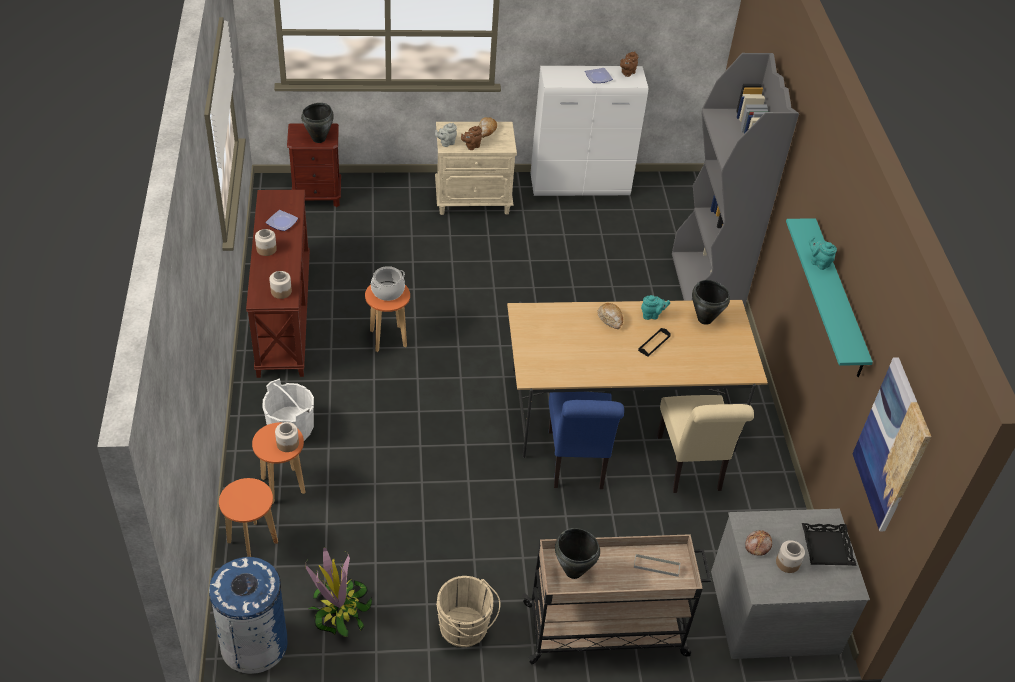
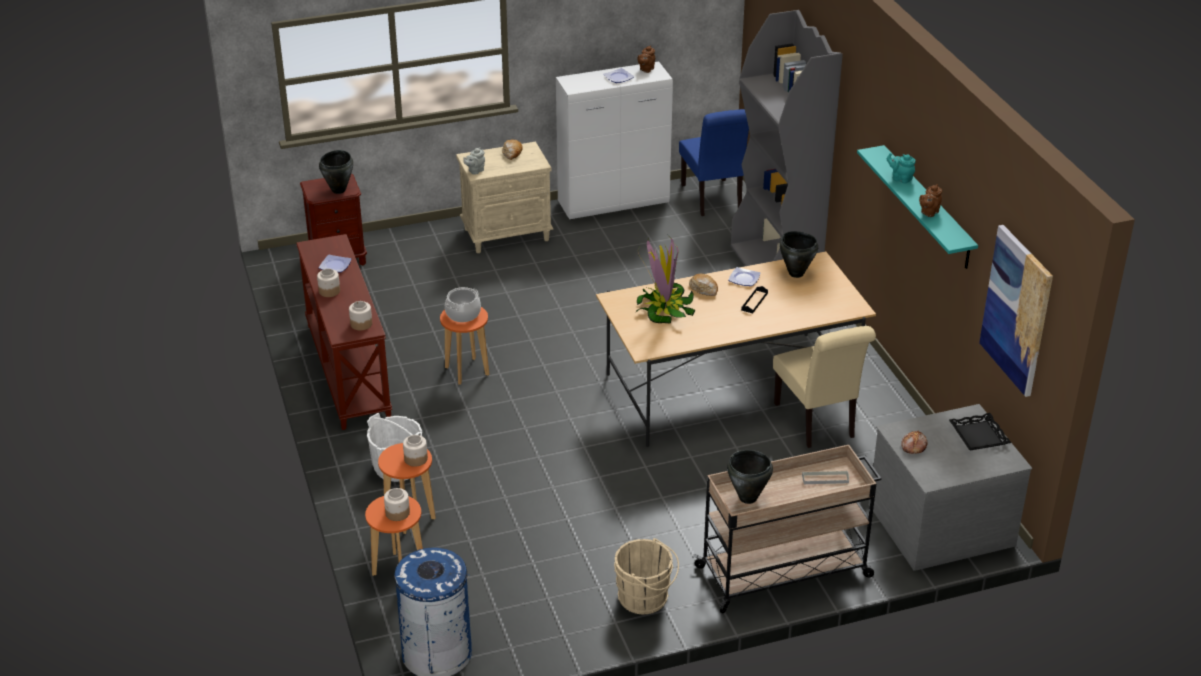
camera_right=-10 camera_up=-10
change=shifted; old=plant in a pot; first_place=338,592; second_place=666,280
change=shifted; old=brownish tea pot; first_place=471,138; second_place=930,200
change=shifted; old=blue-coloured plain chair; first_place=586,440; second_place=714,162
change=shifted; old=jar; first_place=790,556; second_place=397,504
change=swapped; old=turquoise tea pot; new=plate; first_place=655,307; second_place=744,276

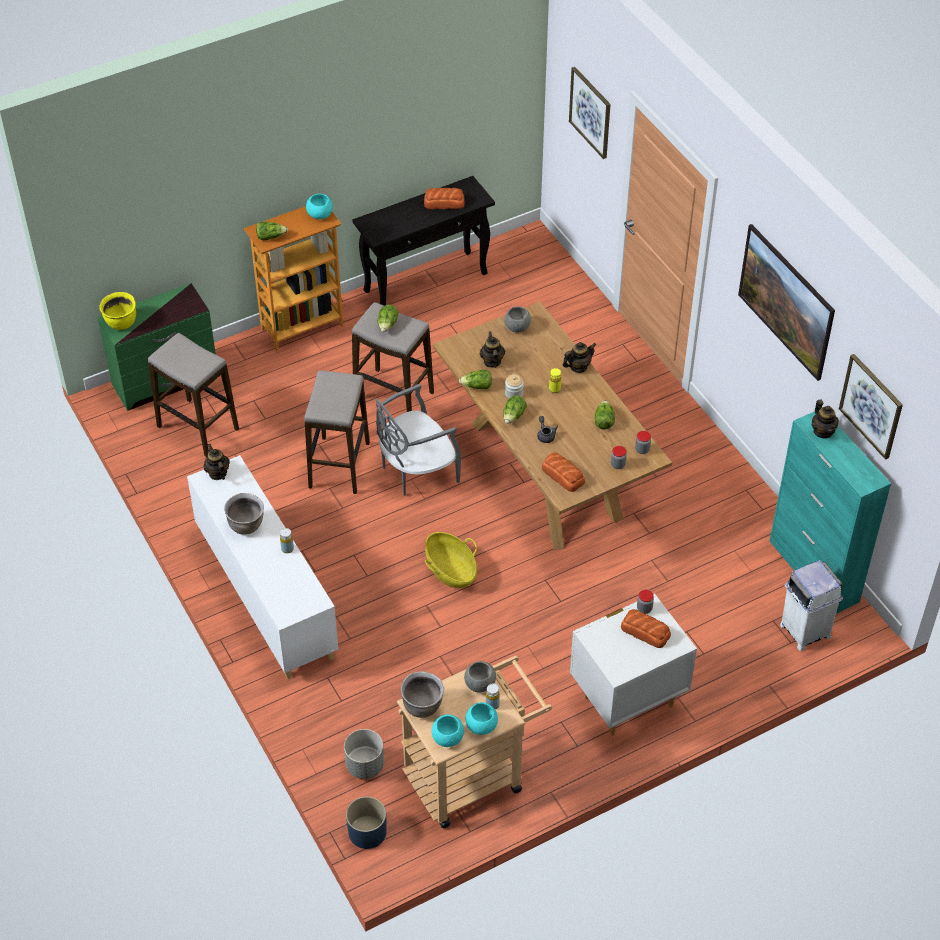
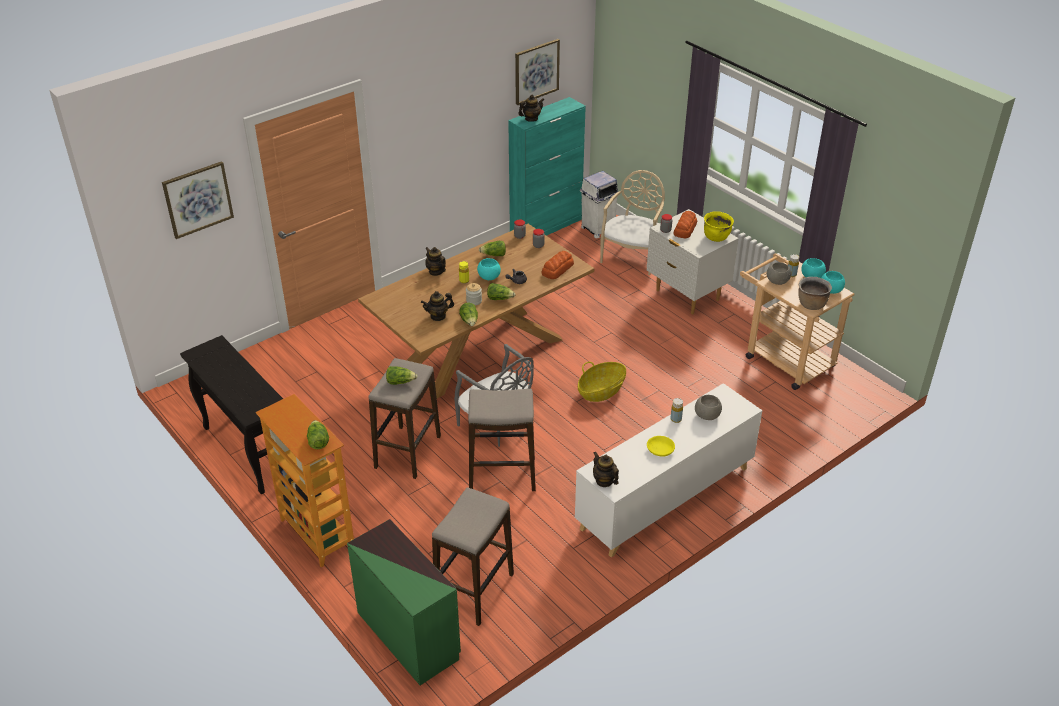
camera_right=-100 camera_up=-10
change=gone; old=gray planter; first_place=364,754
change=gone; old=blue-coloured planter; first_place=366,822
change=gone; old=bakery bread; first_place=444,198
change=gone; old=wall art; first_place=786,302
change=new; new=sand-coloured plain chair; second_place=632,222
change=shifted; old=yellow-coloured cooking pot; first_place=117,311; second_place=719,226
change=shifted; old=turquoise deep dish; first_place=319,206; second_place=489,269
change=shifted; old=gray deep dish; first_place=517,319; second_place=708,407
change=swapped; old=brownish cooking pot; new=yellow-coloured deep dish; first_place=244,514; second_place=661,446
change=rotated; old=tea pot; first_place=216,462; second_place=606,469; degrees=90

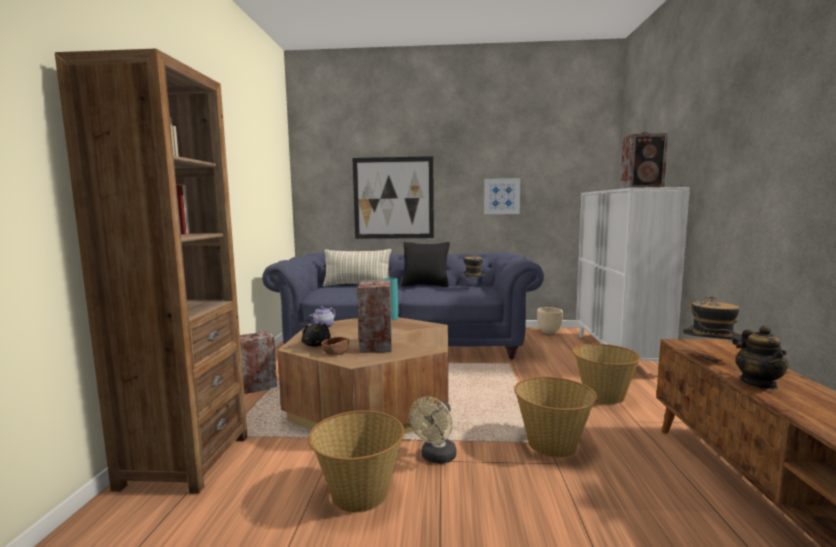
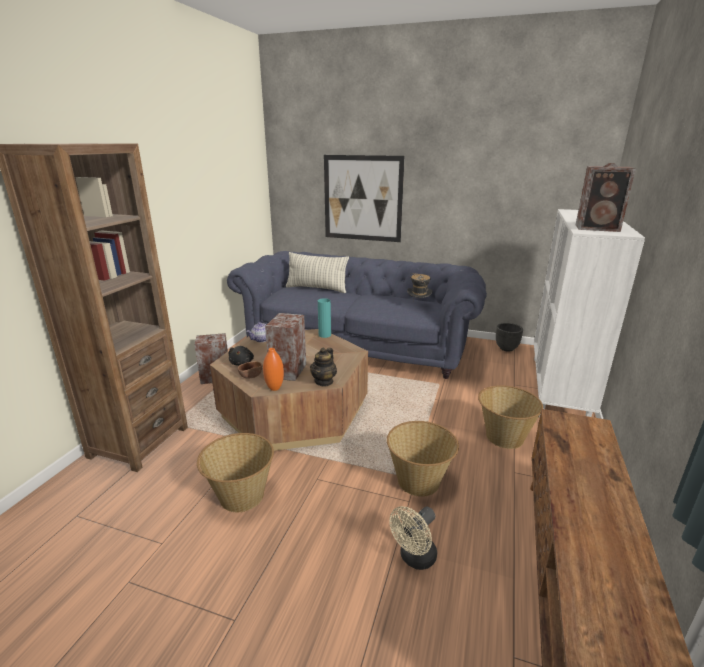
camera_right=15 camera_up=15
change=gone; old=black-coloured throw pillow; first_place=425,264
change=gone; old=wall art; first_place=502,196
change=gone; old=clothing hat; first_place=712,326
change=new; new=orange flower vase; second_place=273,369
change=shifted; old=sand-coloured cooling fan; first_place=433,430; second_place=413,538
change=shifted; old=tea pot; first_place=762,357; second_place=323,367
change=repainted; old=sand-coloured planter; new=black-coloured planter; first_place=550,320; second_place=509,337

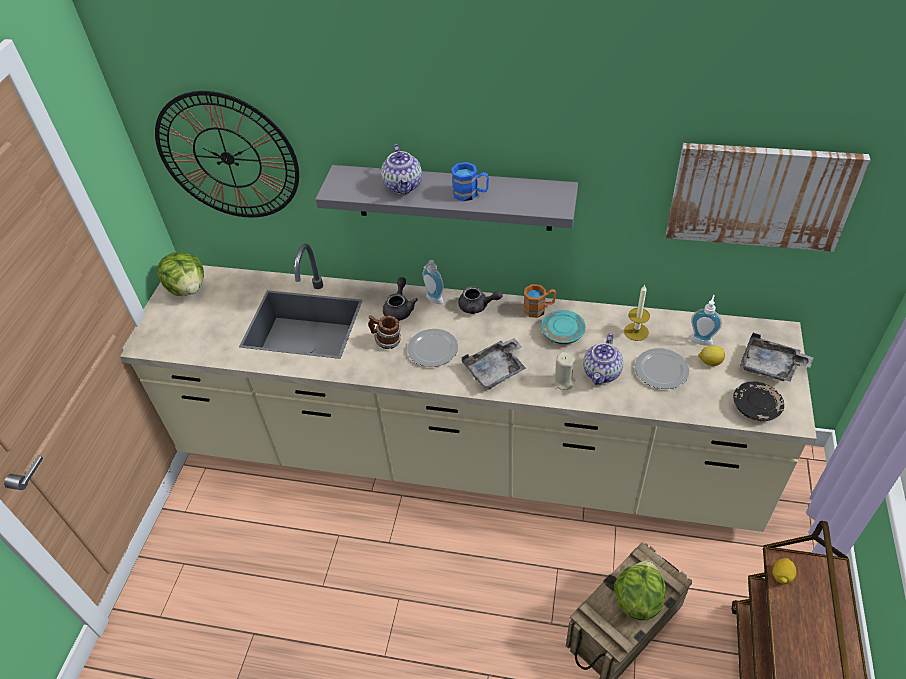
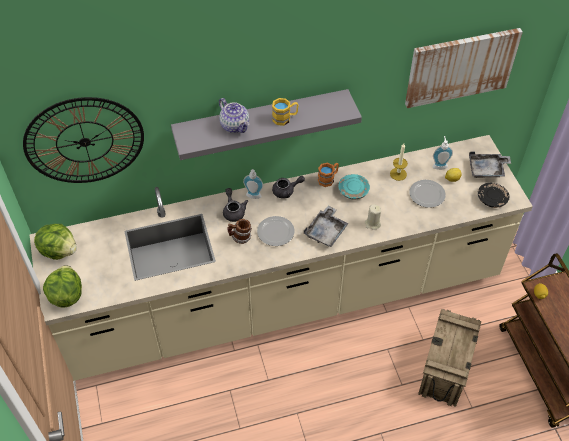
camera_right=-30 camera_up=5
change=gone; old=tea pot; first_place=603,359
change=shifted; old=lettuce head; first_place=640,590; second_place=62,286
change=repainted; old=blue-coloured mug; new=yellow-coloured mug; first_place=470,181; second_place=285,112

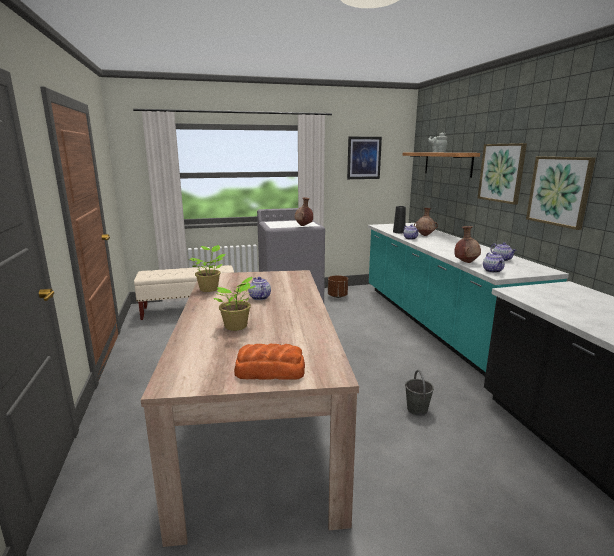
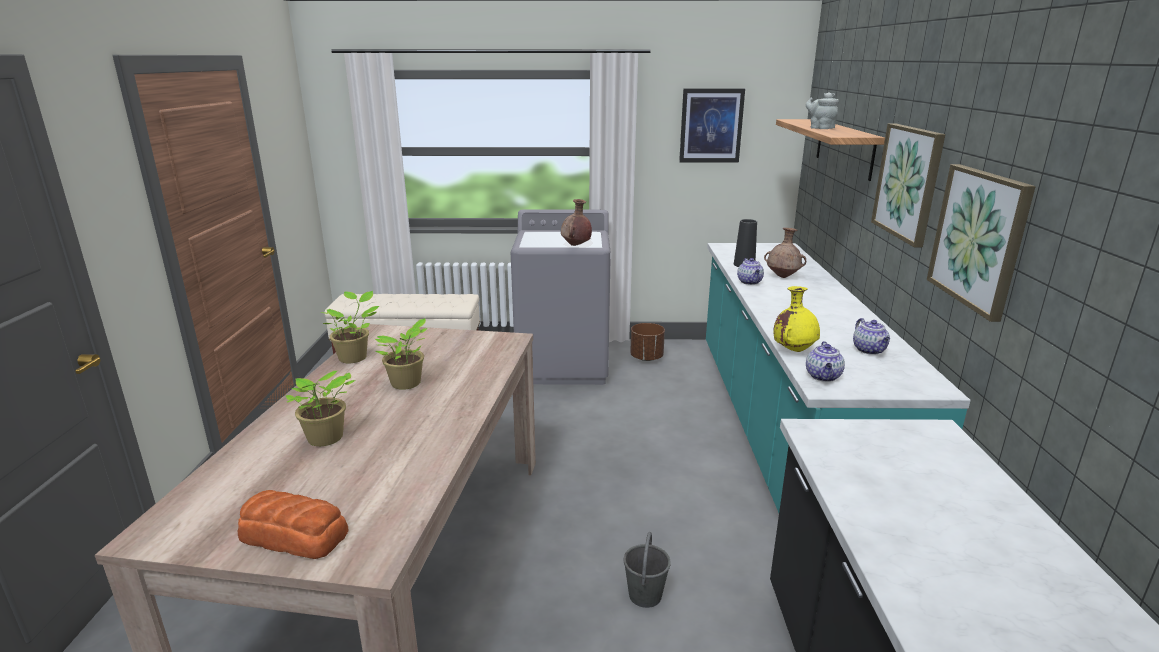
camera_right=15 camera_up=5
change=swapped; old=tea pot; new=plant in a pot; first_place=259,288; second_place=401,354
change=repainted; old=brownish flower vase; new=yellow-coloured flower vase; first_place=467,244; second_place=796,319

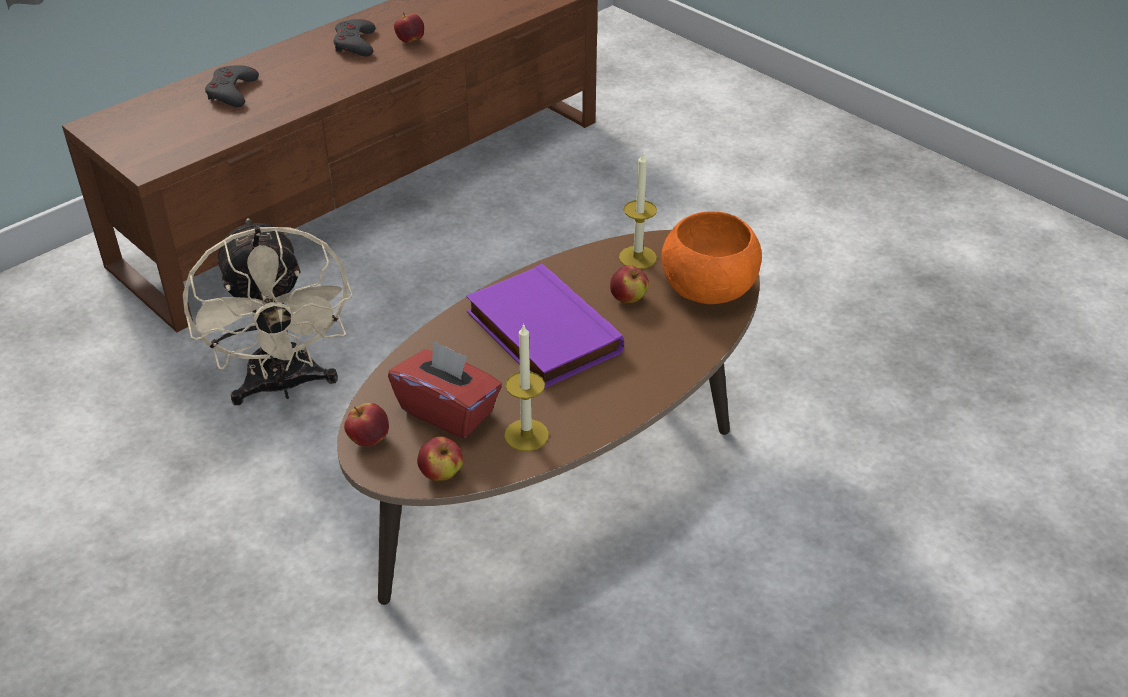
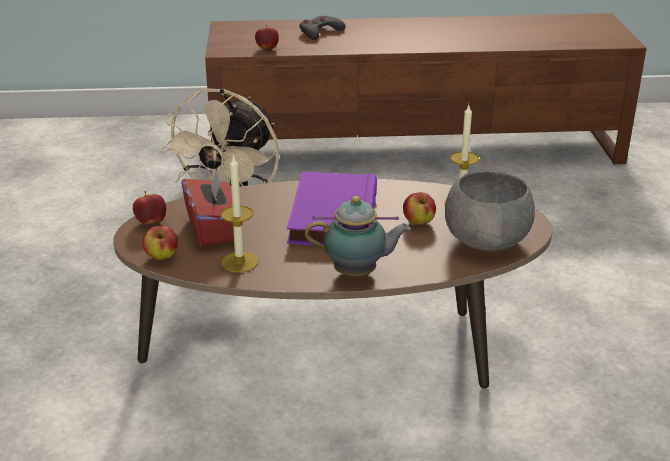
camera_right=40 camera_up=-10
change=gone; old=gray game controller; first_place=354,38
change=new; new=tea pot; second_place=358,236
change=shifted; old=apple; first_place=409,27; second_place=267,37
change=repainted; old=orange deep dish; new=gray deep dish; first_place=712,257; second_place=490,211

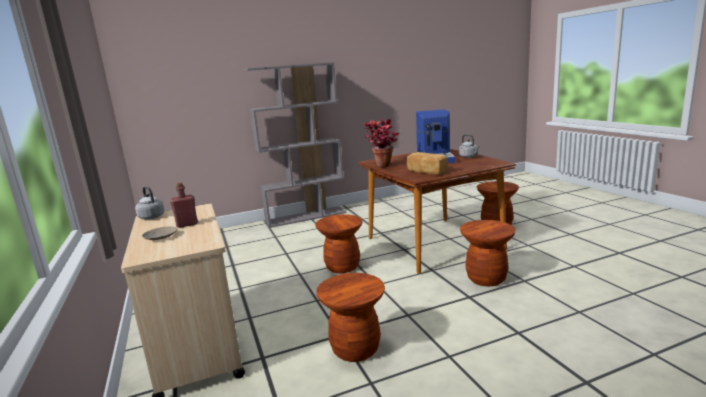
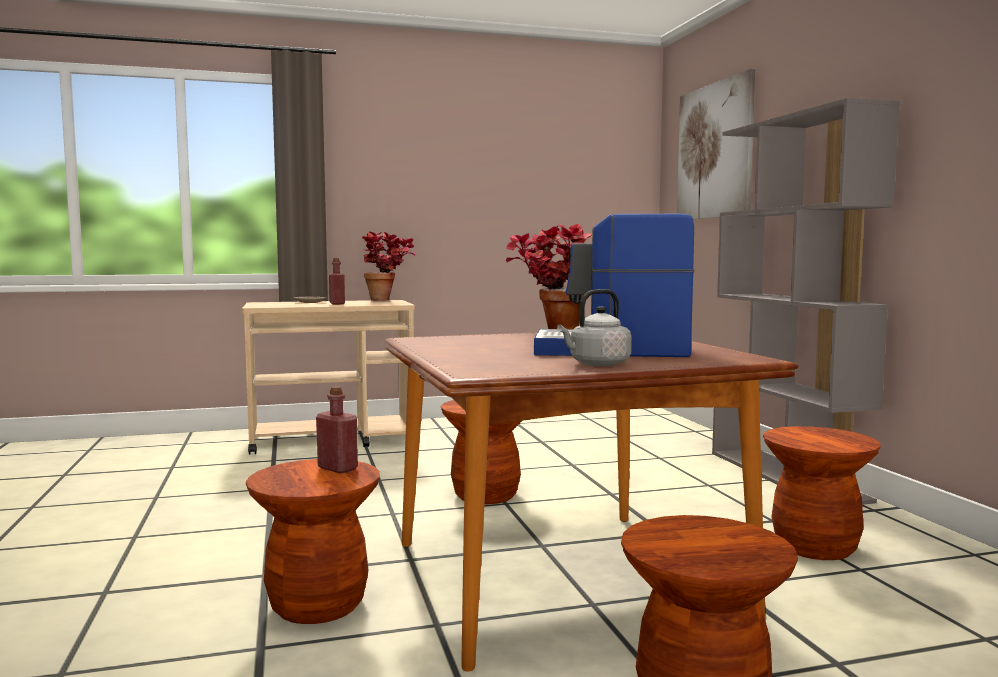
camera_right=95 camera_up=-10
change=gone; old=bakery bread; first_place=427,163
change=new; new=red-coloured beverage bottle; second_place=337,430
change=new; new=wall art; second_place=716,143
change=shifted; old=brownish sitting stool; first_place=351,317; second_place=822,493
change=swapped; old=gray tea kettle; new=plant in a pot; first_place=149,202; second_place=389,266

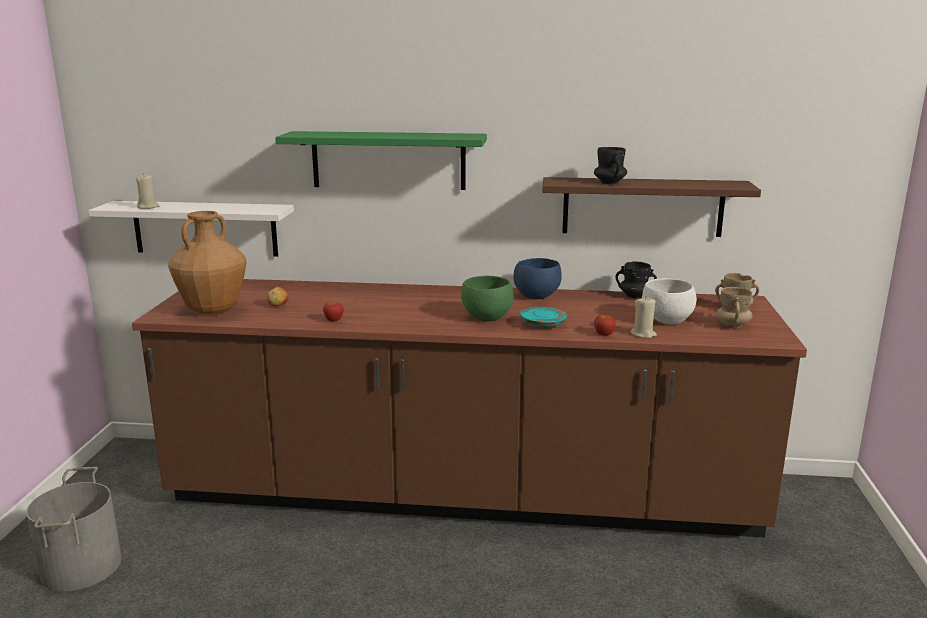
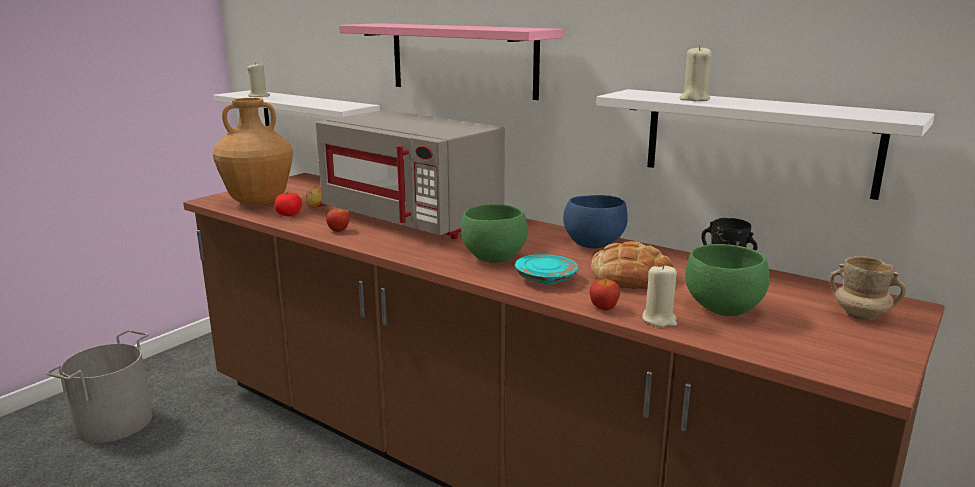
camera_right=30 camera_up=0
change=gone; old=sand-coloured mug; first_place=734,307
change=new; new=fresh tomato; second_place=288,204
change=new; new=gray microwave oven; second_place=410,174
change=new; new=bakery bread; second_place=632,265
change=swapped; old=black-coloured mug; new=sand-coloured wax light; first_place=610,165; second_place=696,73
change=repainted; old=greenish bracket shelf; new=pink bracket shelf; first_place=381,160; second_place=451,61
change=repainted; old=brownish bracket shelf; new=white-coloured bracket shelf; first_place=652,207; second_place=765,144
change=repainted; old=white-coloured deep dish; new=greenish deep dish; first_place=669,301; second_place=727,280

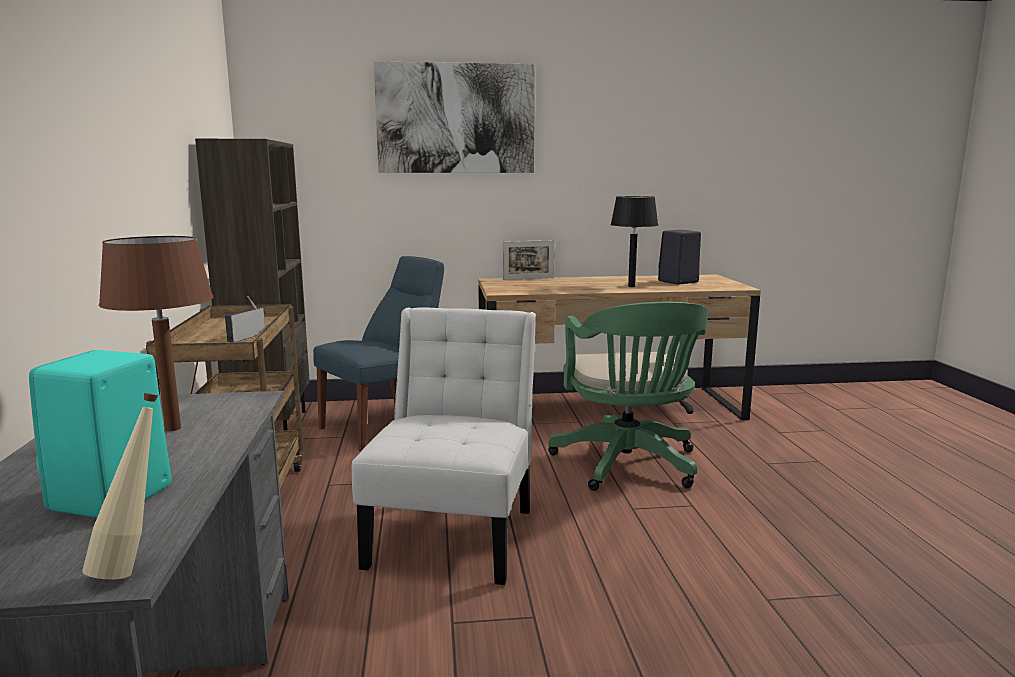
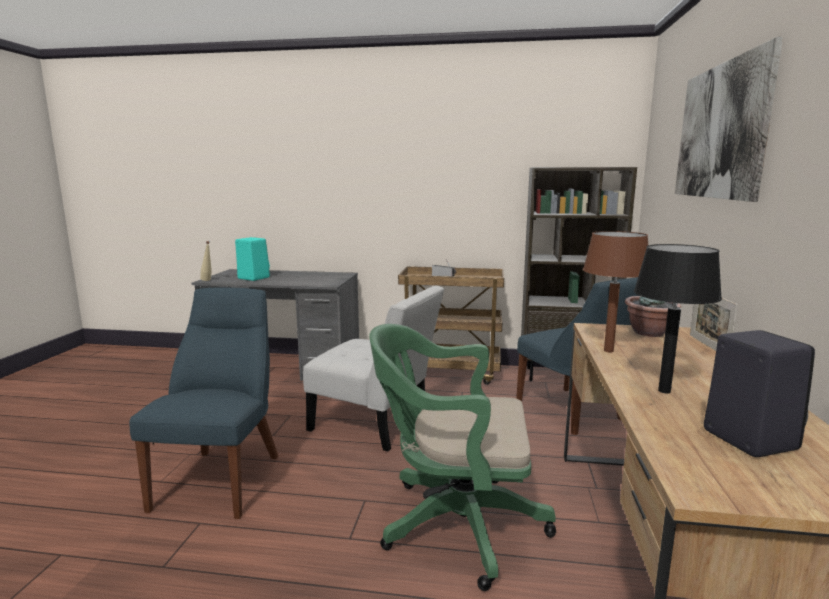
camera_right=105 camera_up=0
change=new; new=blue-coloured plain chair; second_place=203,403
change=new; new=plant in a pot; second_place=653,316
change=shifted; old=brownish tabletop lamp; first_place=156,333; second_place=615,291

